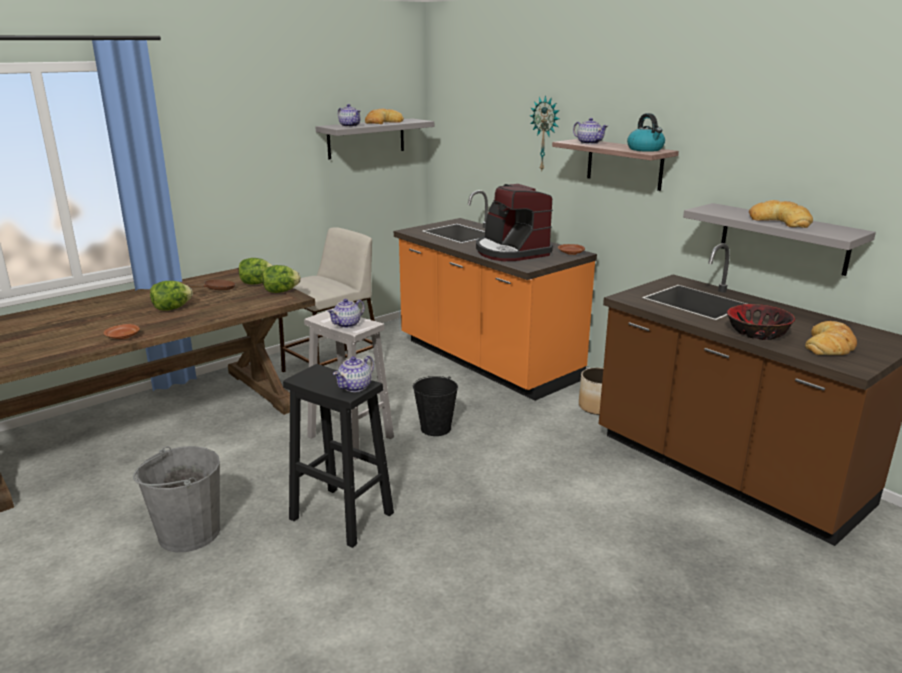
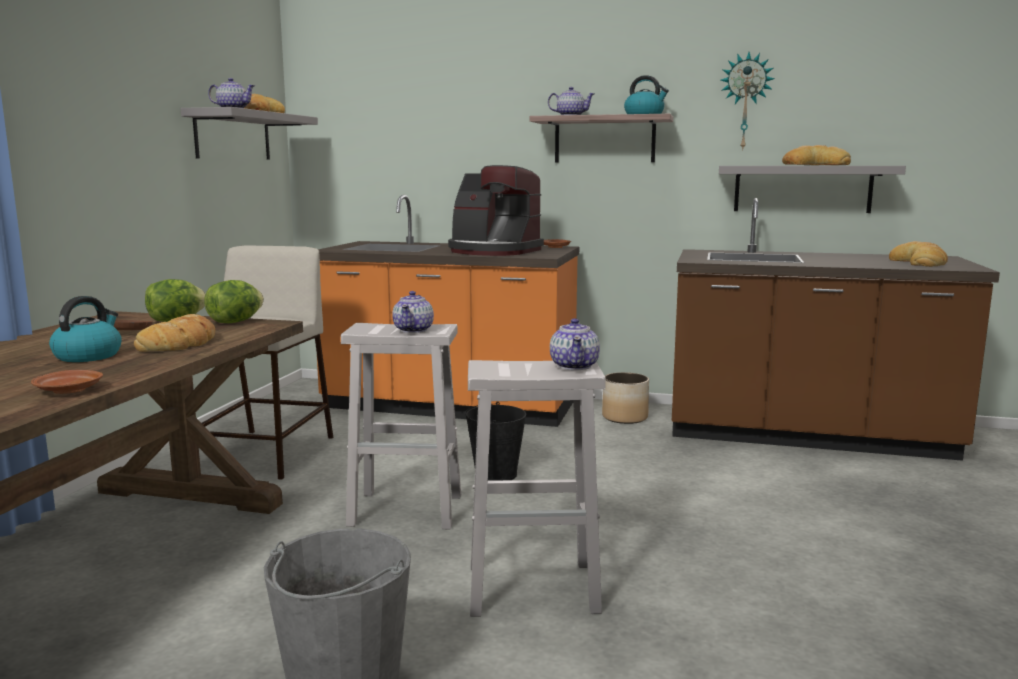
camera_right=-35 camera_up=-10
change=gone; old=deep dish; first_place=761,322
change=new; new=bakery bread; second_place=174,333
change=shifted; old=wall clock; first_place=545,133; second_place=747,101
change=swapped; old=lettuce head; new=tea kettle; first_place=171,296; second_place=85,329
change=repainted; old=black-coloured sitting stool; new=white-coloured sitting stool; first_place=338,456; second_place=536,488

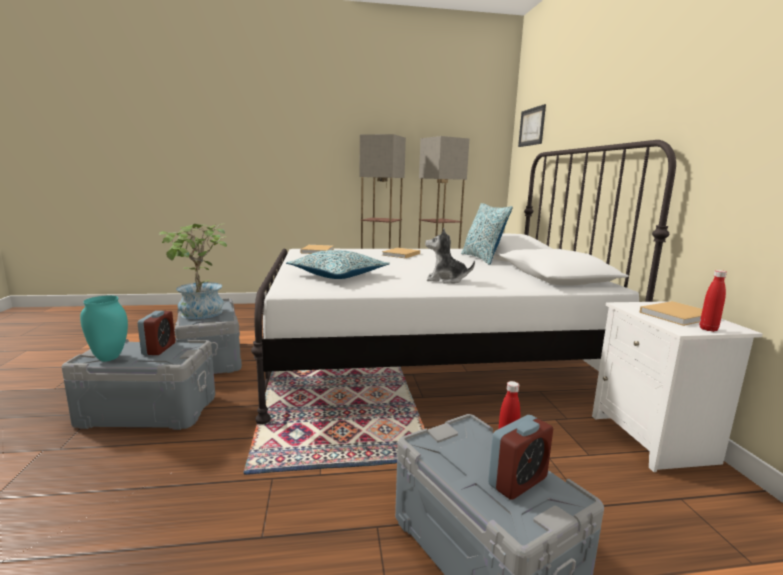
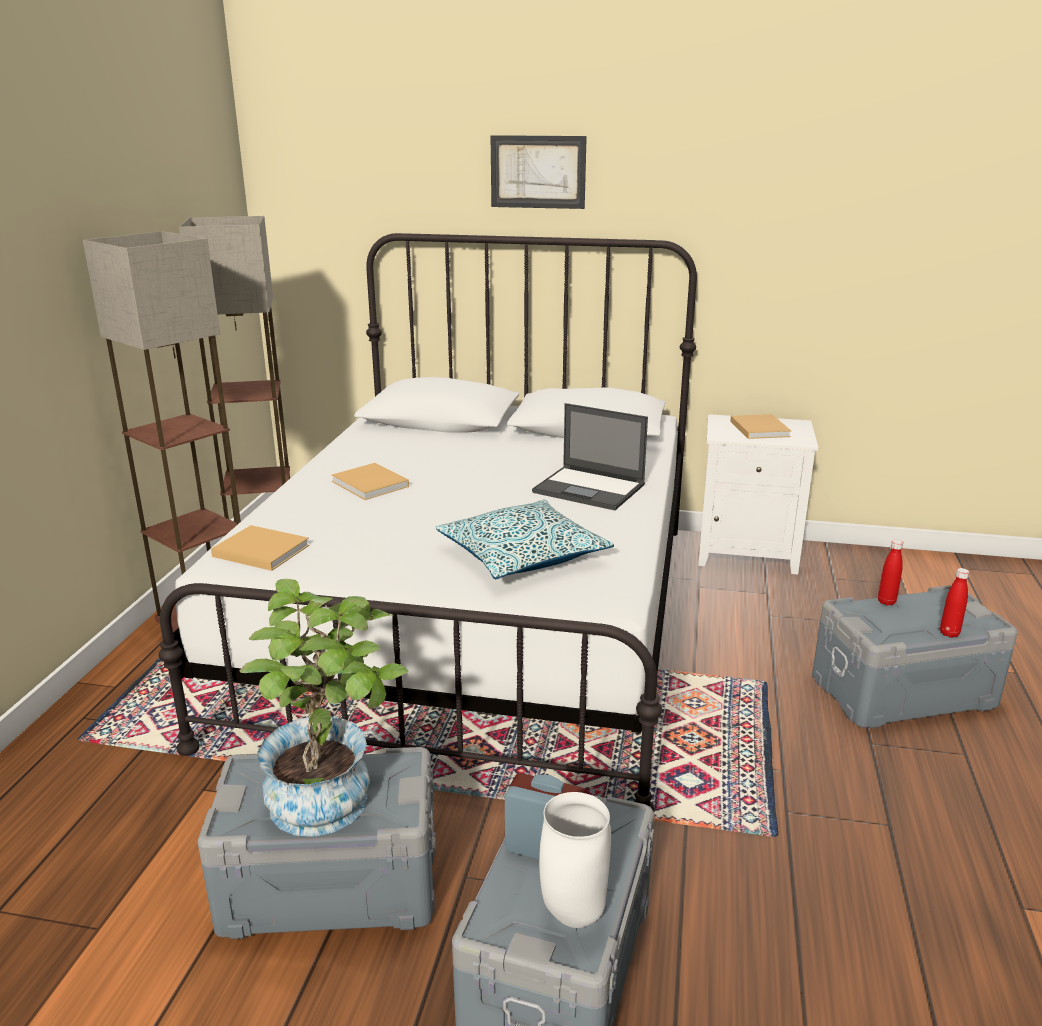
camera_right=-70 camera_up=10
change=gone; old=throw pillow; first_place=487,234
change=gone; old=table clock; first_place=520,457
change=shifted; old=wall art; first_place=532,125; second_place=539,172
change=shifted; old=red-coloured beverage bottle; first_place=713,301; second_place=954,603
change=swapped; old=plush toy; new=portable computer; first_place=450,256; second_place=590,456
change=repainted; old=turquoise flower vase; new=white-coloured flower vase; first_place=104,328; second_place=575,860

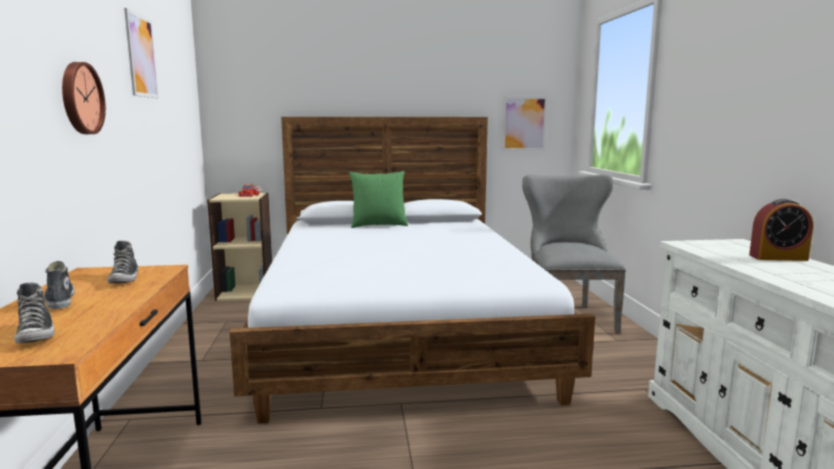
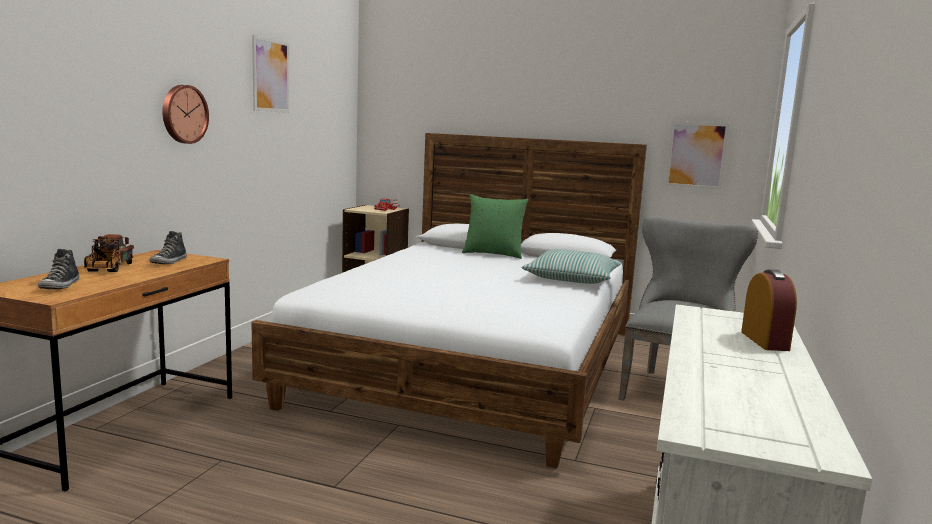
camera_right=25 camera_up=0
change=new; new=throw pillow; second_place=571,266
change=swapped; old=item of footwear; new=toy lorry; first_place=59,285; second_place=109,253
change=rotated; old=table clock; first_place=781,230; second_place=769,310; degrees=-120

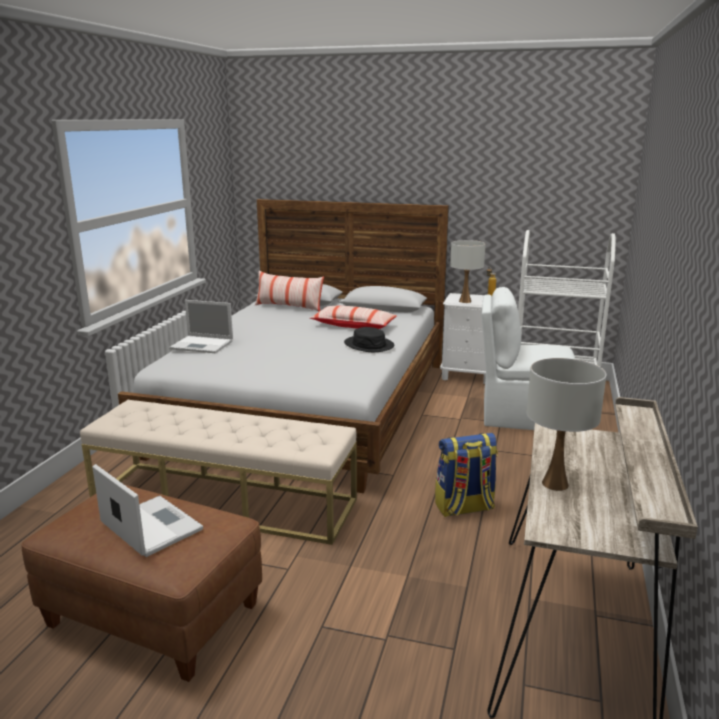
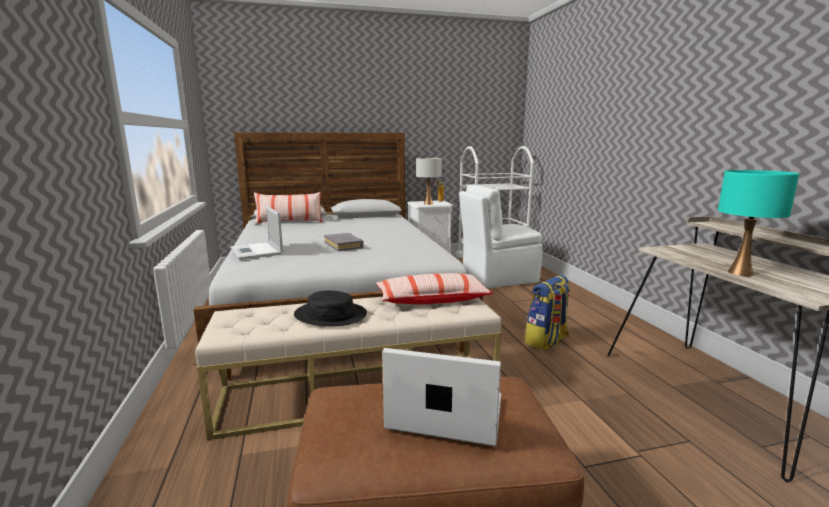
camera_right=-30 camera_up=-5
change=new; new=gray book; second_place=344,242
change=shifted; old=throw pillow; first_place=353,317; second_place=434,288
change=shifted; old=black-coloured clothing hat; first_place=369,339; second_place=330,308
change=repainted; old=white-coloured tabletop lamp; new=turquoise tabletop lamp; first_place=566,424; second_place=758,223
change=rotated; old=portable computer; first_place=201,326; second_place=257,233; degrees=75

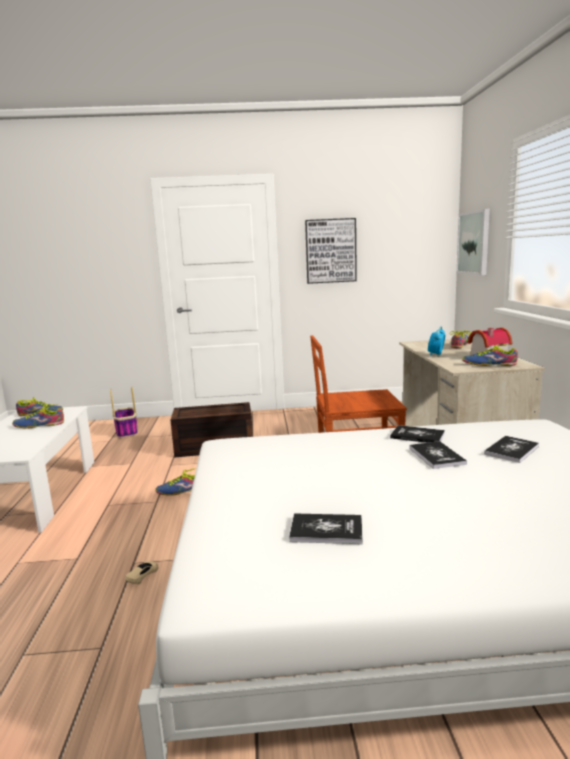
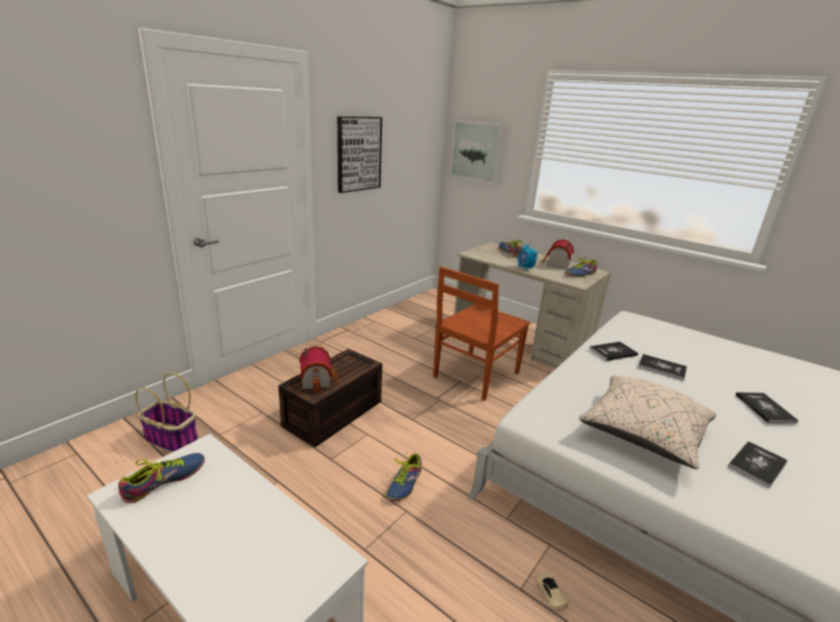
camera_right=-50 camera_up=10
change=gone; old=item of footwear; first_place=38,416
change=new; new=toy house; second_place=318,369
change=new; new=sand-coloured throw pillow; second_place=647,422
change=shifted; old=book; first_place=511,449; second_place=767,408

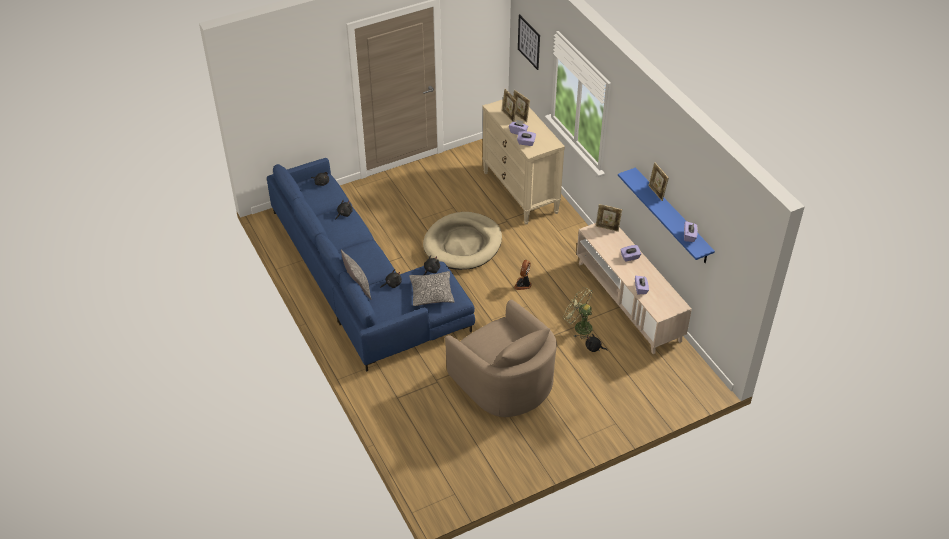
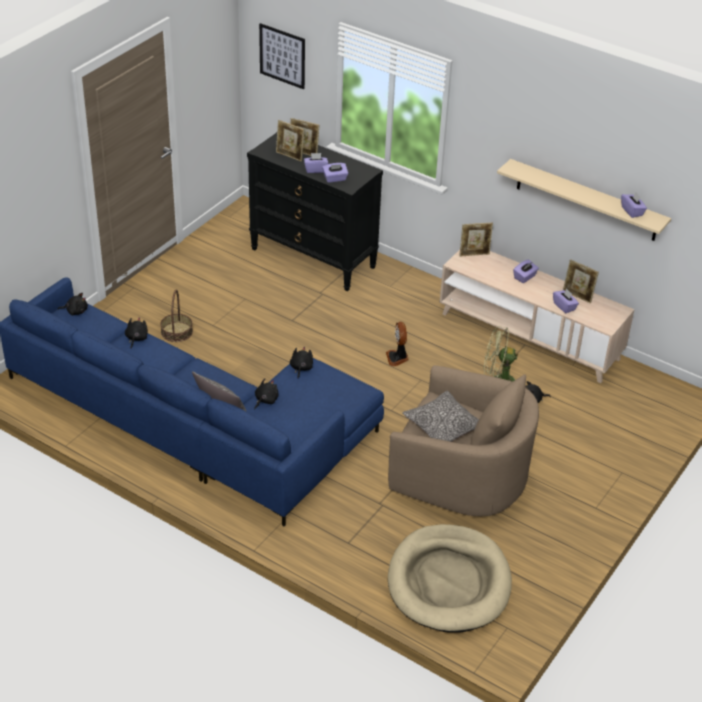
camera_right=-30 camera_up=-5
change=new; new=household basket; second_place=176,316
change=shifted; old=throw pillow; first_place=432,288; second_place=441,416
change=shifted; old=sand-coloured dog bed; first_place=462,241; second_place=450,578
change=shifted; old=picture frame; first_place=658,181; second_place=581,281
change=repainted; old=sand-coloured dresser; new=black-coloured dresser; first_place=523,162; second_place=315,211
change=repainted; old=blue-coloured bracket shelf; new=sand-coloured bracket shelf; first_place=666,215; second_place=584,200

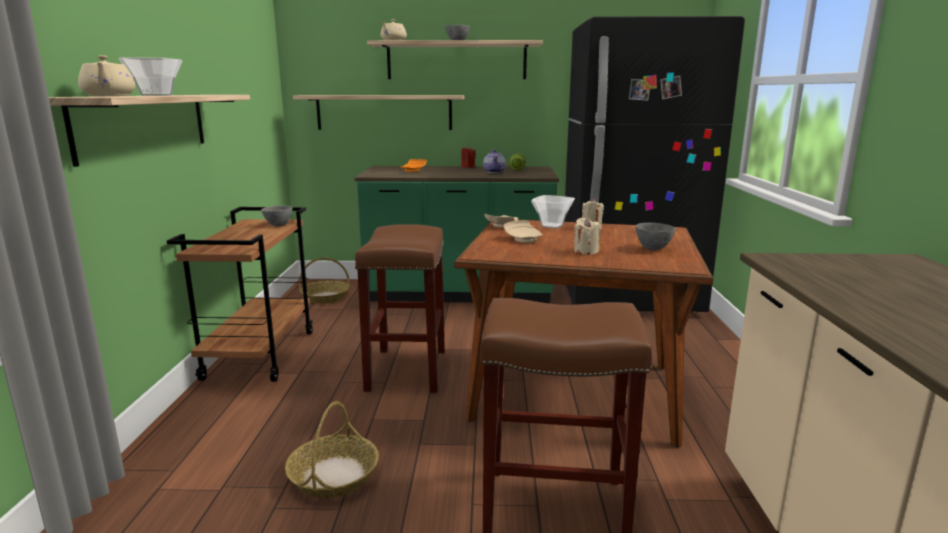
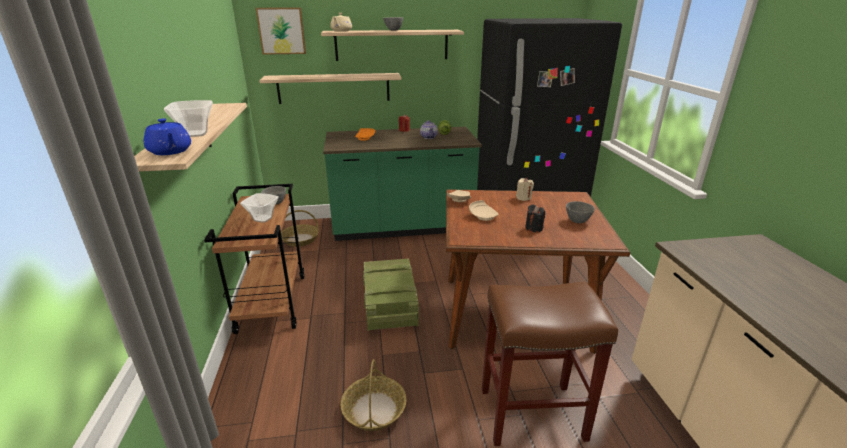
camera_right=-10 camera_up=10
change=new; new=wall art; second_place=281,31
change=shifted; old=deep dish; first_place=553,212; second_place=259,208
change=swapped; old=brownish sitting stool; new=packing crate; first_place=400,308; second_place=391,294
change=repainted; old=sand-coloured tea pot; new=blue-coloured tea pot; first_place=106,76; second_place=167,136
change=repainted; old=sand-coloured wax light; new=black-coloured wax light; first_place=587,236; second_place=535,219

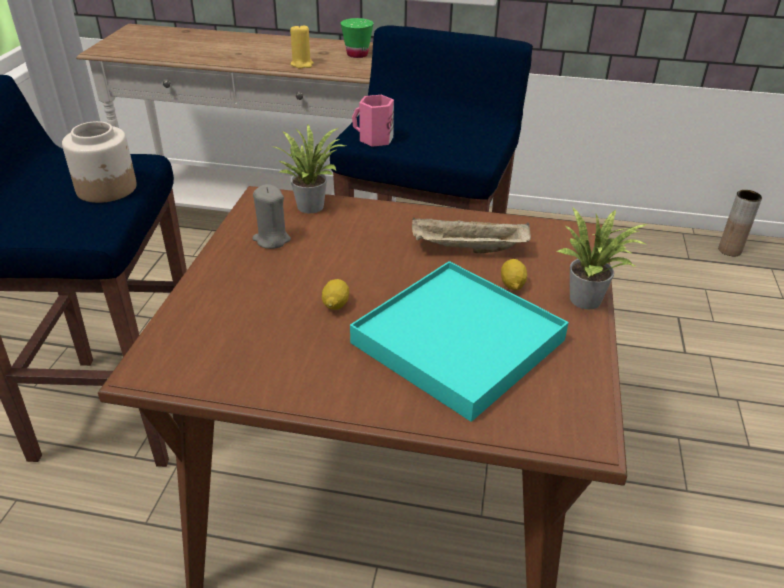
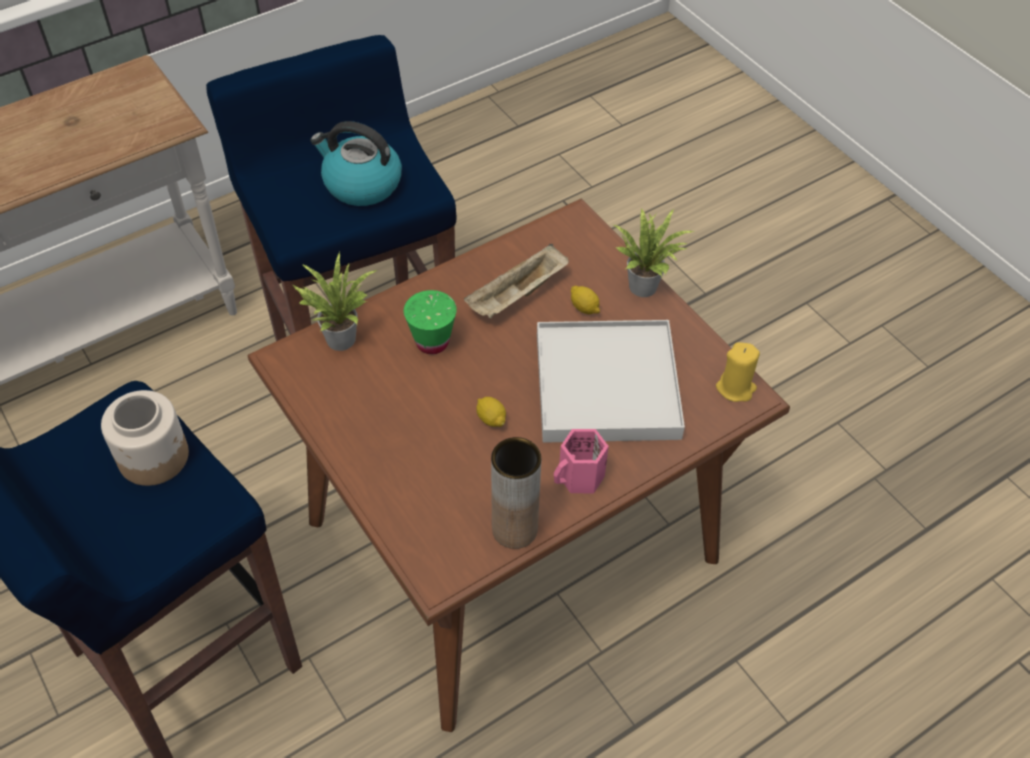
camera_right=-45 camera_up=15
change=gone; old=gray wax light; first_place=271,216
change=new; new=tea kettle; second_place=356,163
change=shifted; old=yellow-coloured wax light; first_place=302,45; second_place=738,372
change=shifted; old=greenish drinking cup; first_place=357,38; second_place=430,322
change=shifted; old=pink mug; first_place=373,121; second_place=581,461
change=shifted; old=brownish flower vase; first_place=740,223; second_place=516,493
change=repainted; old=turquoise serving tray; new=white-coloured serving tray; first_place=459,341; second_place=611,381

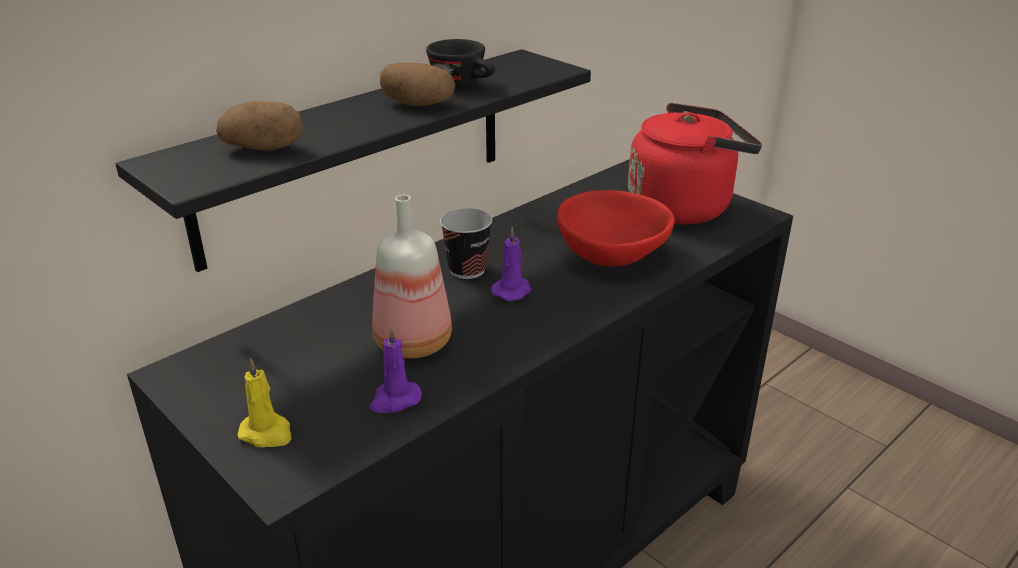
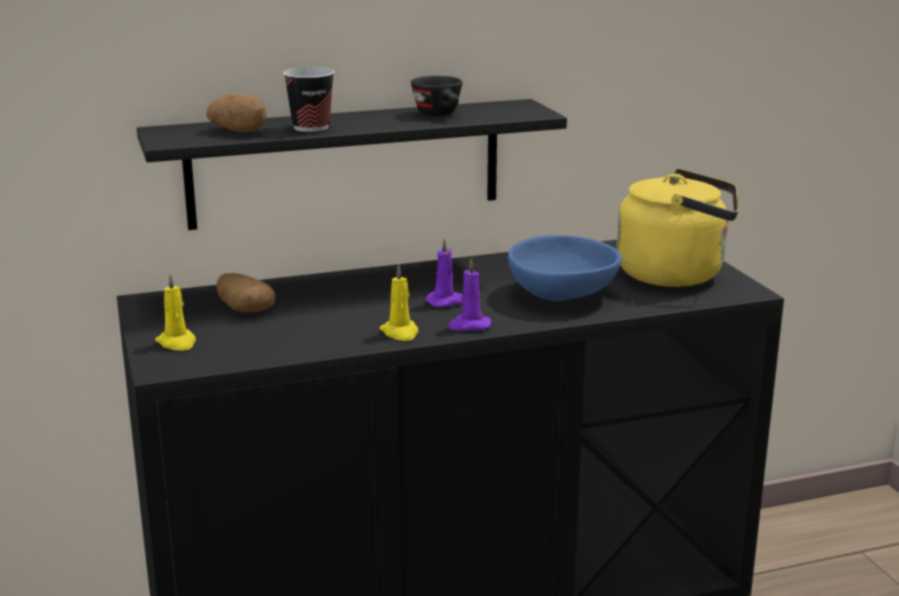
camera_right=25 camera_up=-10
change=gone; old=beverage bottle; first_place=412,277
change=new; new=yellow-coloured wax light; second_place=398,302
change=shifted; old=purplish wax light; first_place=395,369; second_place=469,294
change=shifted; old=spud; first_place=417,84; second_place=246,292
change=shifted; old=drinking cup; first_place=466,243; second_place=308,99
change=repainted; old=red-coloured deep dish; new=blue-coloured deep dish; first_place=616,228; second_place=565,268
change=repainted; old=red-coloured tea kettle; new=yellow-coloured tea kettle; first_place=695,164; second_place=677,228

